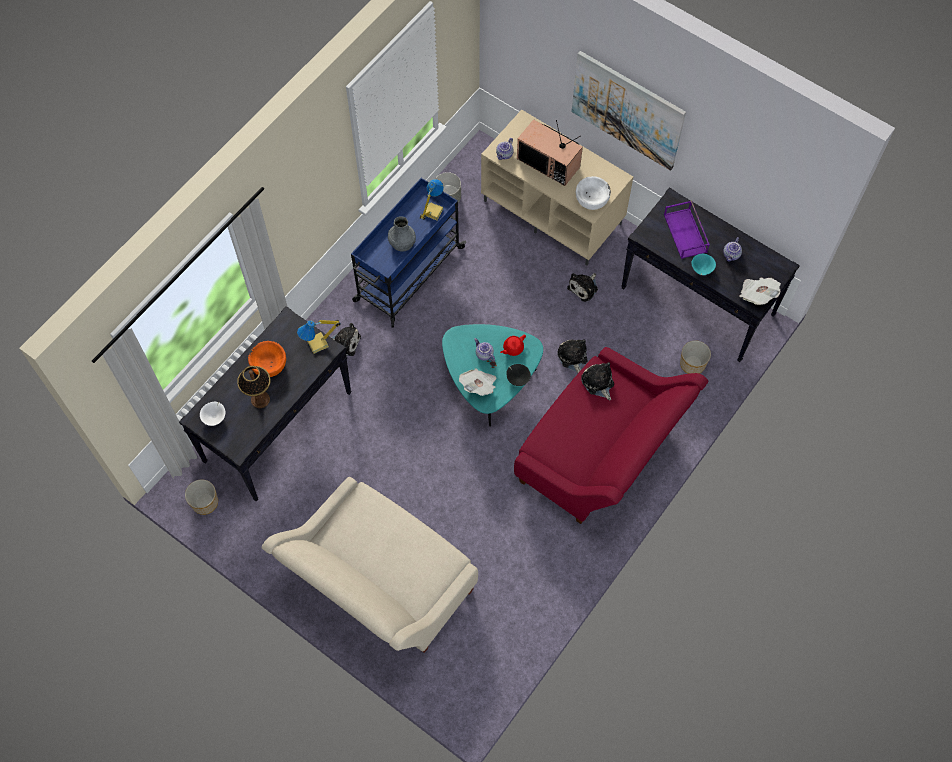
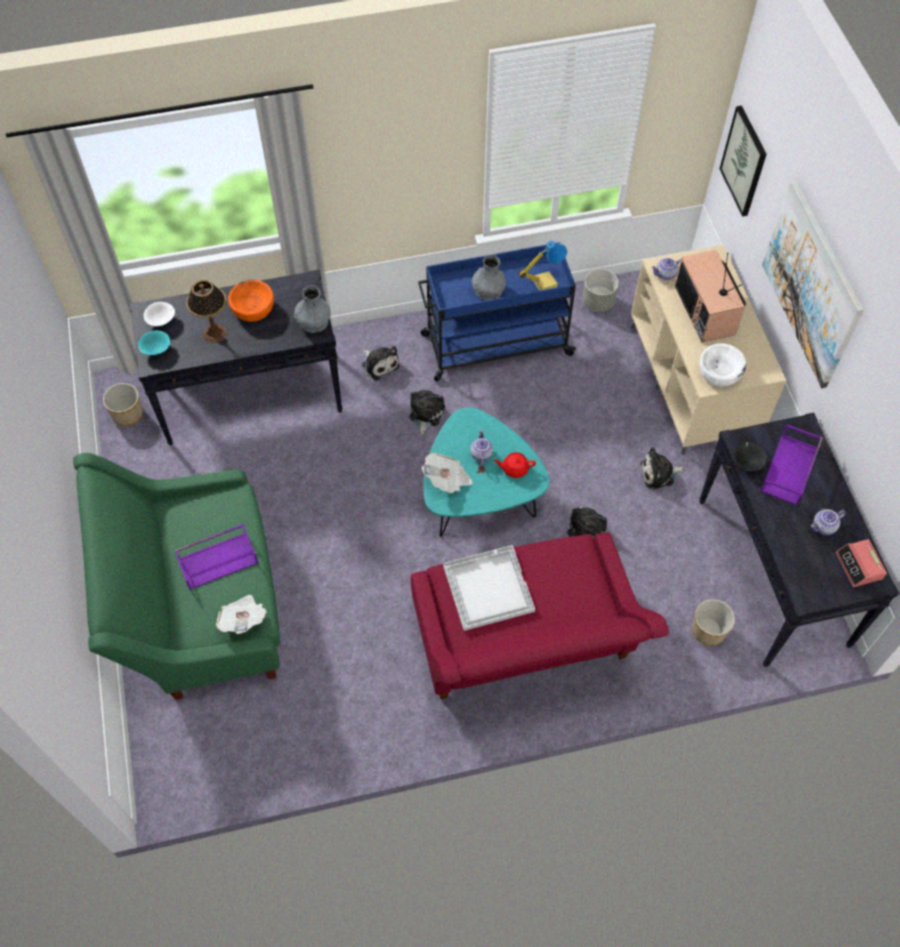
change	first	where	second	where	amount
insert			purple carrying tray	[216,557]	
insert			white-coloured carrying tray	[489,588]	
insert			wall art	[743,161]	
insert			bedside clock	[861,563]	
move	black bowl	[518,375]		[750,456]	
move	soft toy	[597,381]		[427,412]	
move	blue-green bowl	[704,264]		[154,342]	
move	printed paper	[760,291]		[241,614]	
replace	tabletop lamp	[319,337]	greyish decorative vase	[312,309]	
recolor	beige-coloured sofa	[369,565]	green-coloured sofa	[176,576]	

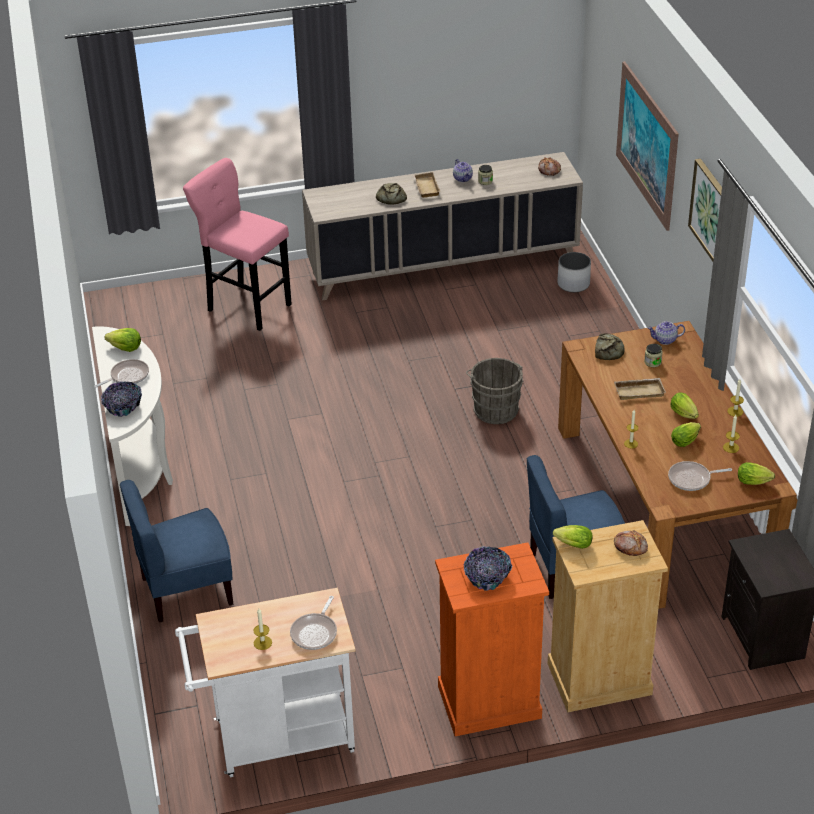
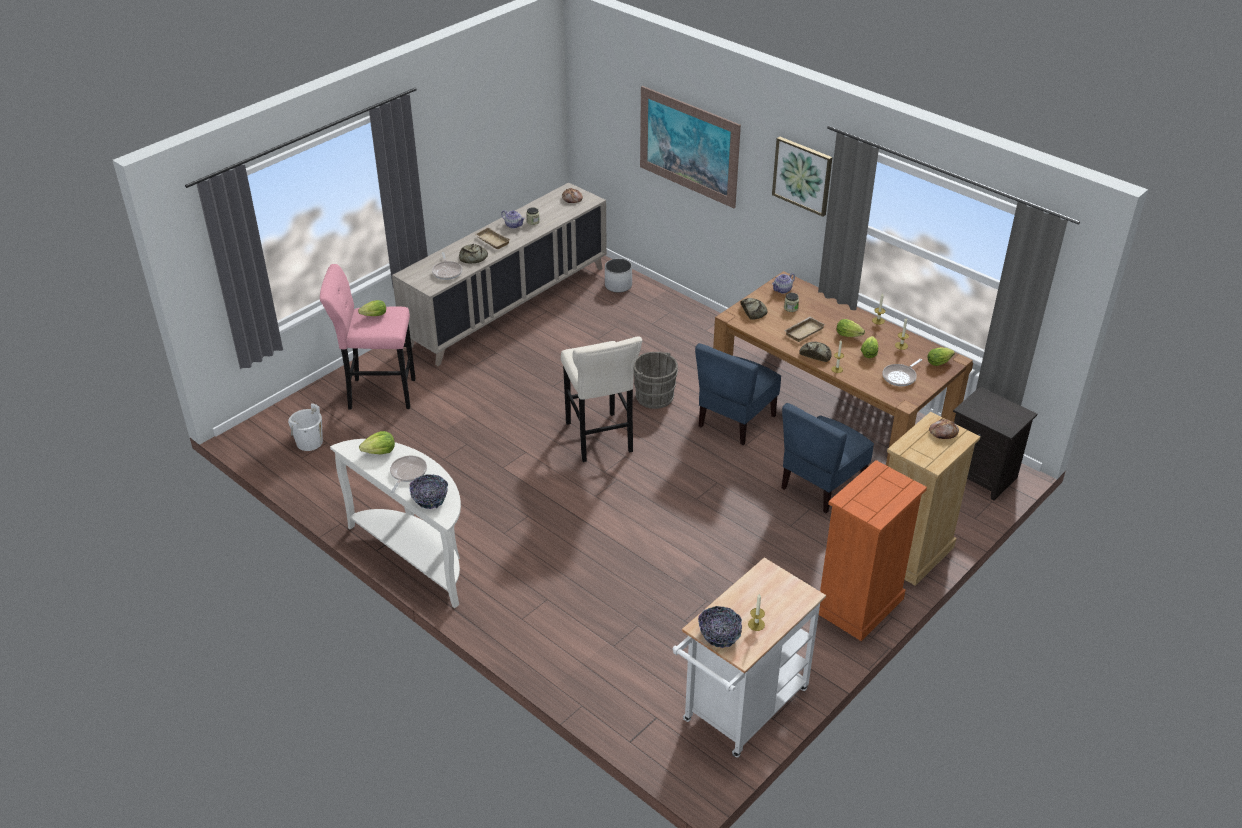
change	first	where	second	where	amount
insert			white-coloured pail	[305,427]	
insert			beige-coloured sitting stool	[601,399]	
insert			bread	[815,352]	
move	bluish chair	[177,551]		[738,394]	
move	skillet	[313,623]		[447,266]	
move	bowl	[488,568]		[720,627]	
move	lettuce head	[573,537]		[372,308]	

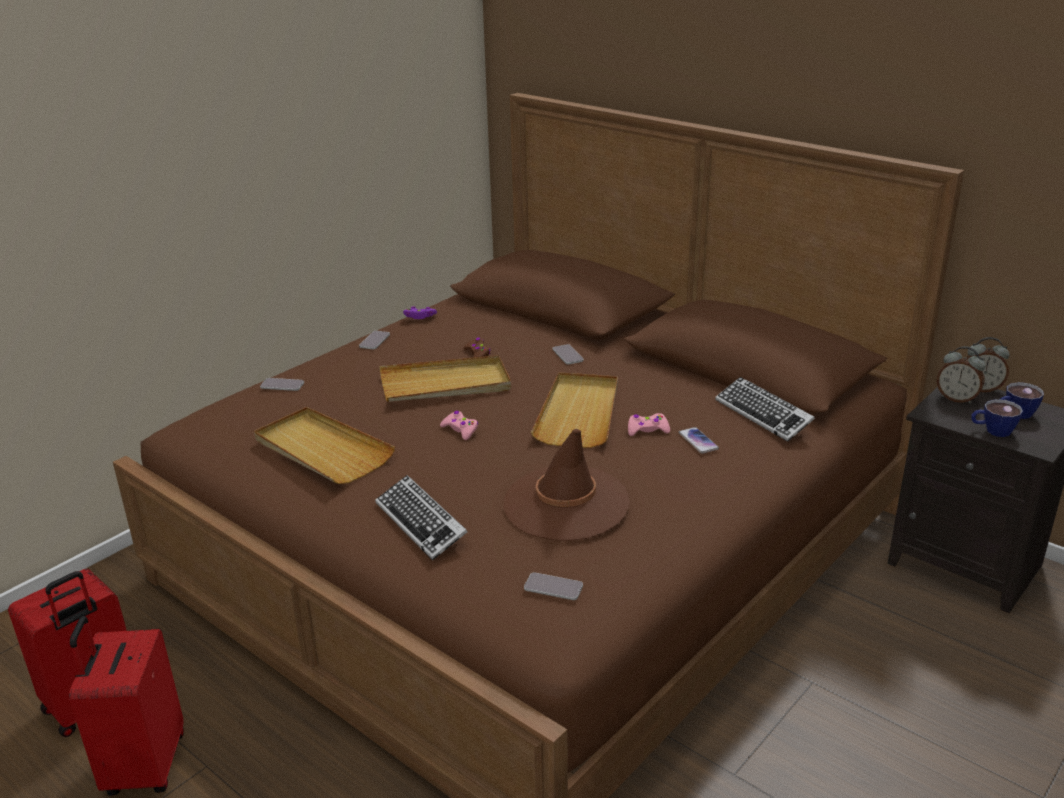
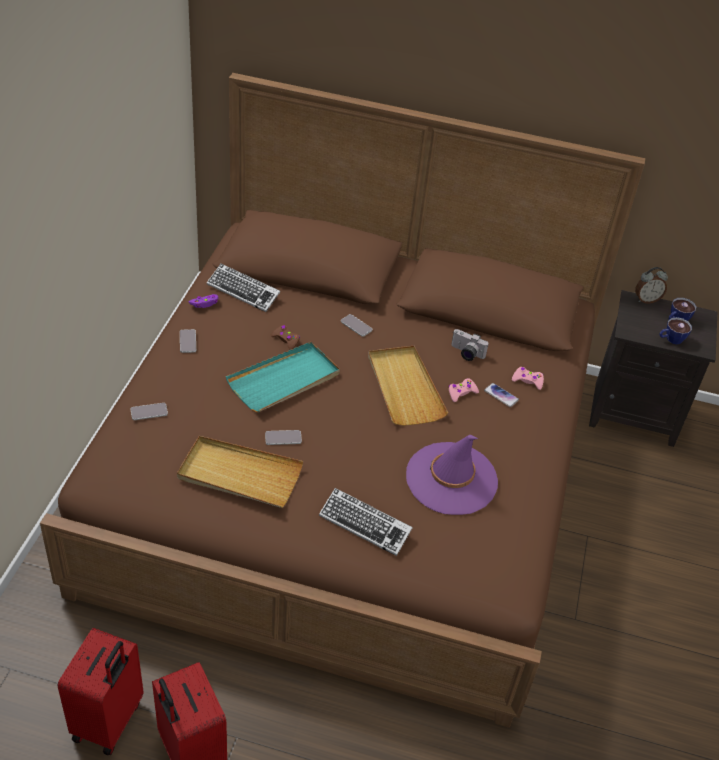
change	first	where	second	where	amount
delete	bedside clock	[961,375]			
insert			photo camera	[470,345]	
move	pink joypad	[459,425]		[528,378]	
move	handset	[553,586]		[283,437]	
move	computer keyboard	[765,409]		[243,288]	
recolor	beige-coloured carrying tray	[445,378]	blue-green carrying tray	[283,377]	
recolor	brown-coloured clothing hat	[566,485]	purple clothing hat	[452,475]	

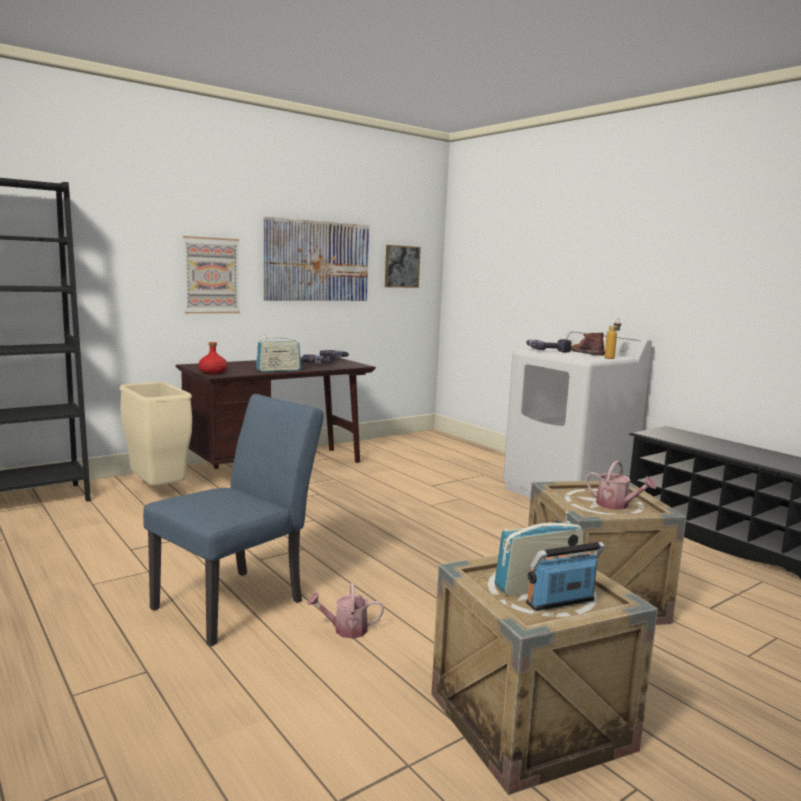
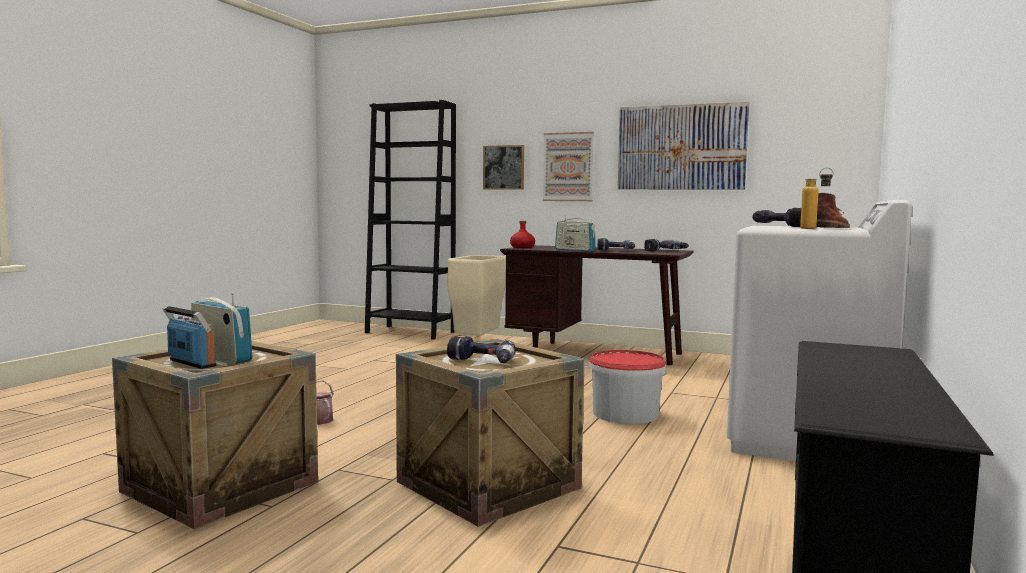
change	first	where	second	where	amount
delete	bluish chair	[233,520]			
insert			pail	[628,387]	
move	wall art	[403,266]		[503,167]	
replace	sprinkling can	[621,485]	power drill	[481,349]	

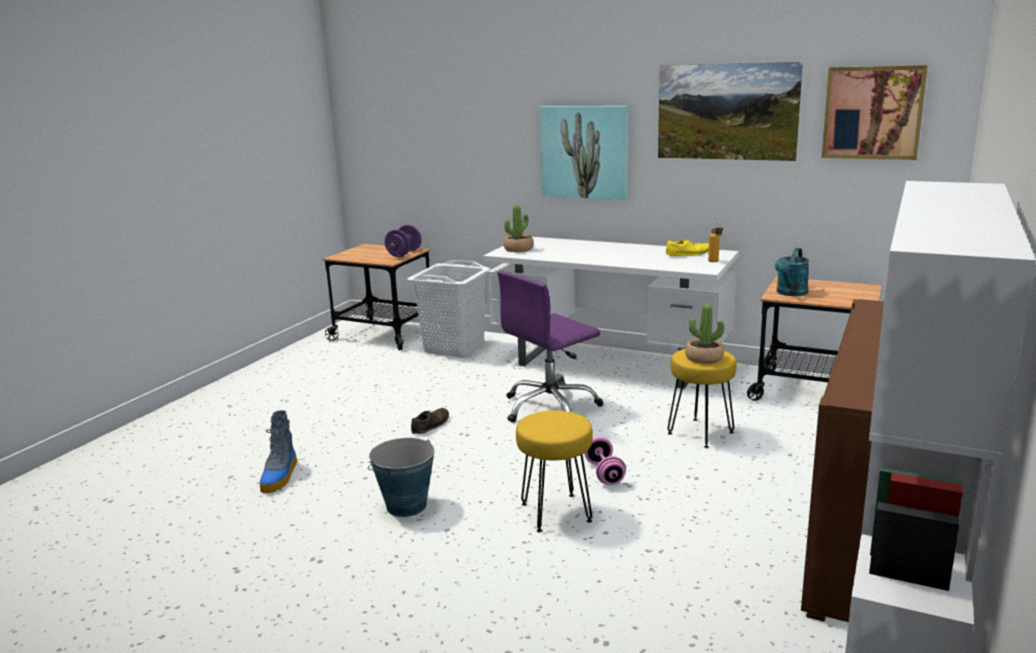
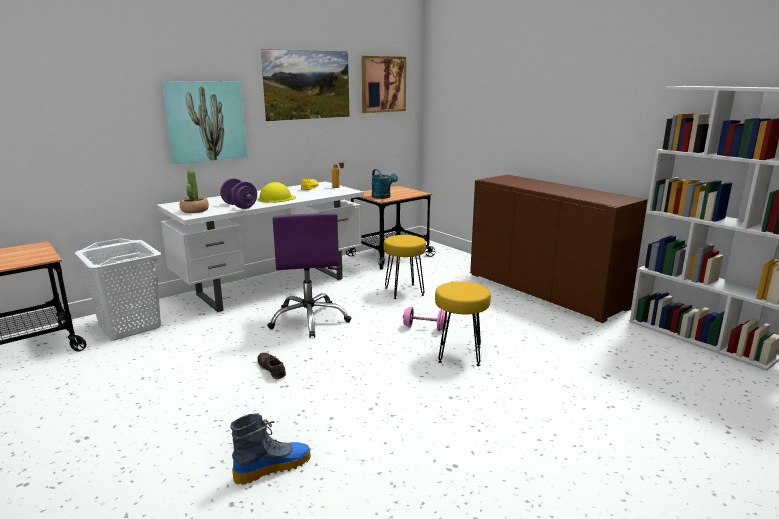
change	first	where	second	where	amount
delete	pail	[401,477]			
delete	houseplant	[704,334]			
insert			yellow safety helmet	[277,192]	
move	purple hand weight	[403,241]		[238,193]	
rotate	high-top boot	[278,451]		[271,449]	60 degrees counterclockwise

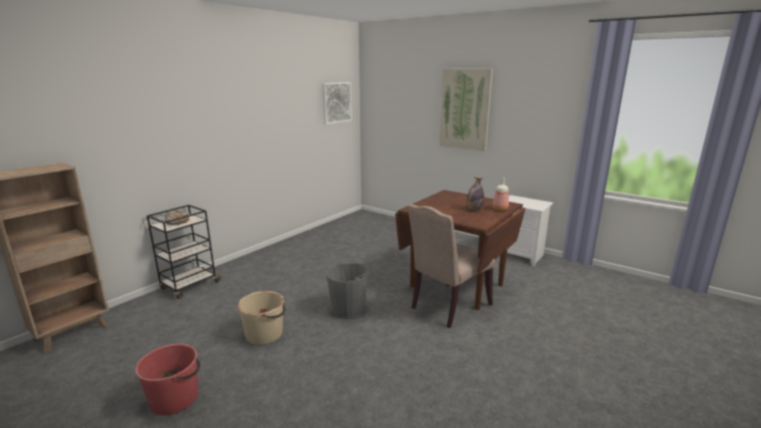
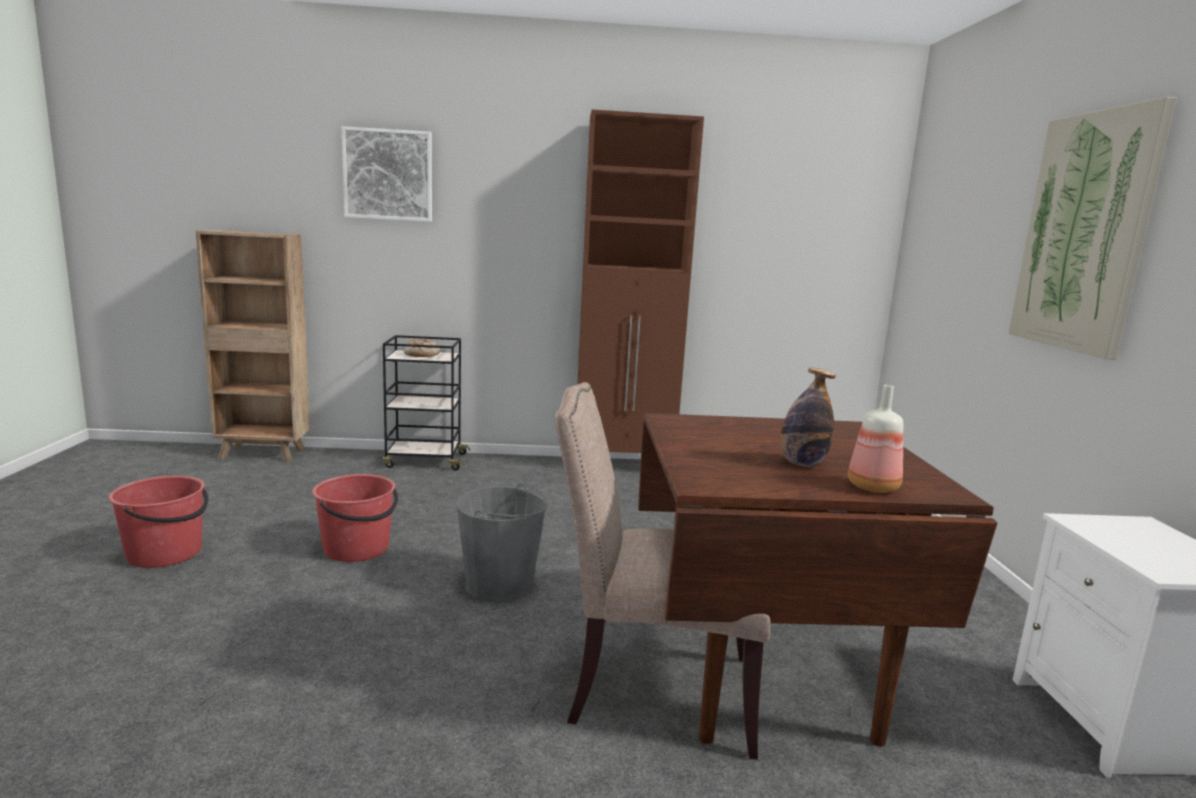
change	first	where	second	where	amount
insert			brown-coloured cupboard	[640,281]	
move	wall art	[337,103]		[387,174]	
recolor	beige-coloured pail	[262,318]	reddish pail	[355,518]	

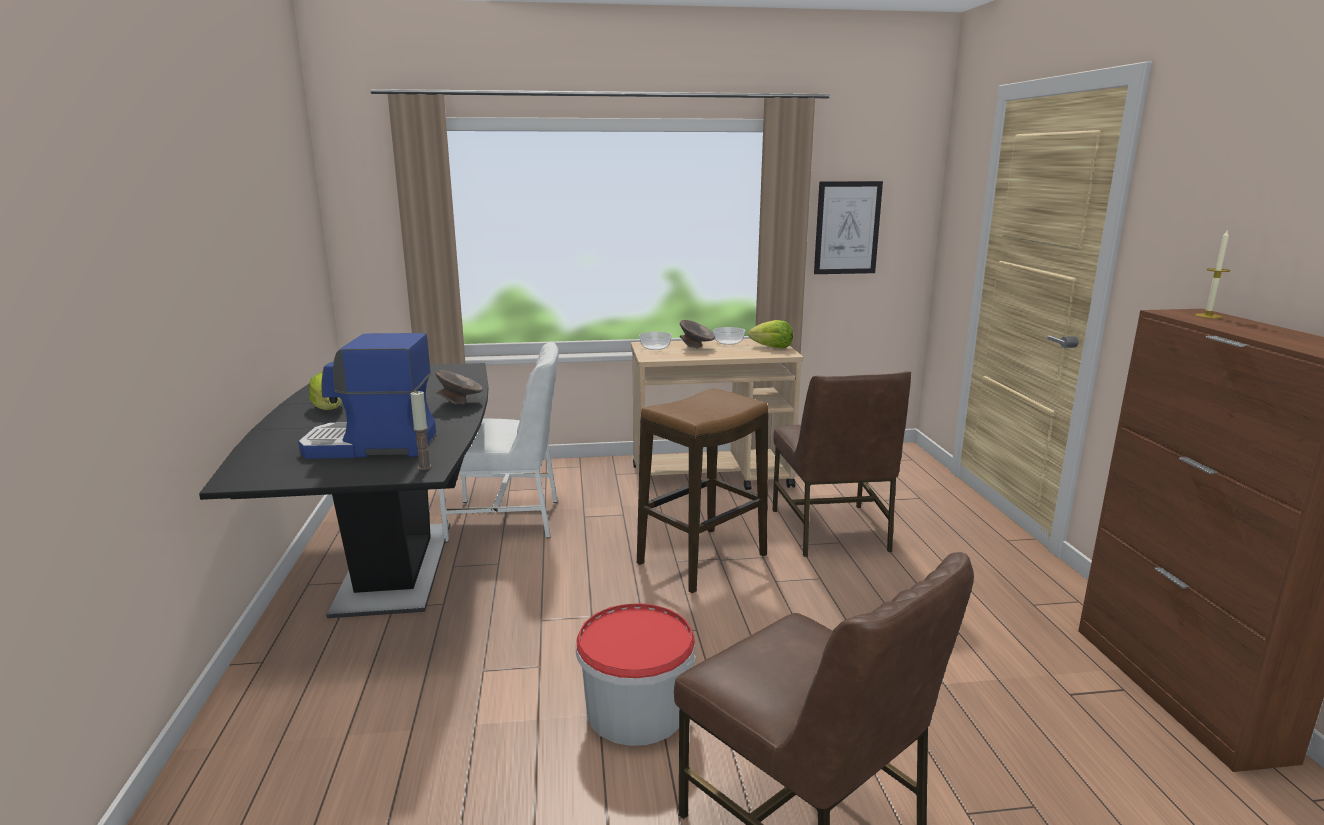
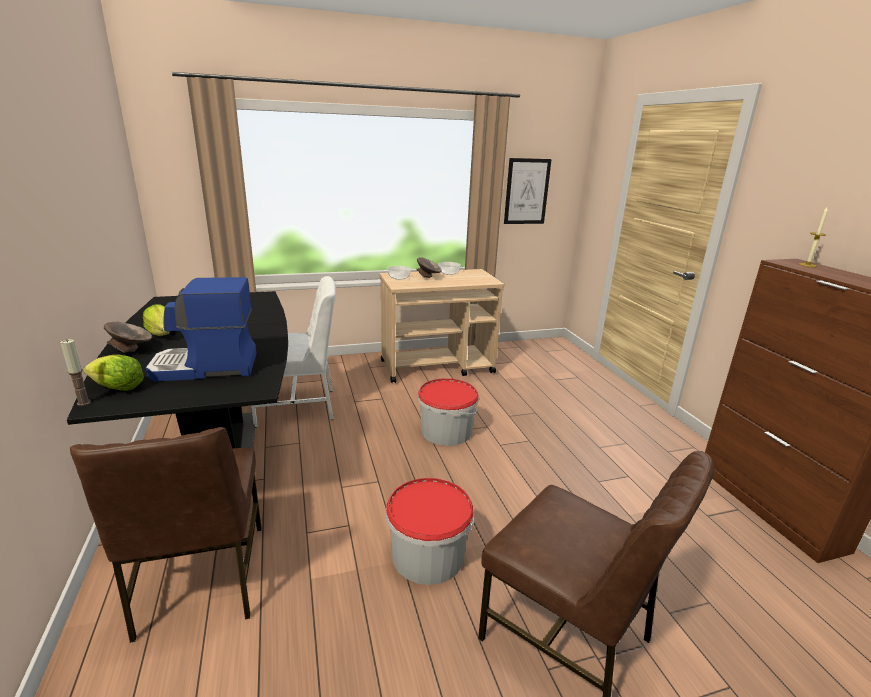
change	first	where	second	where	amount
move	wax candle	[421,430]		[75,372]	
move	greyish bowl	[459,387]		[128,337]	
move	lettuce head	[770,334]		[113,373]	
move	brown-coloured chair	[841,464]		[166,535]	
replace	sitting stool	[702,490]	pail	[448,412]	

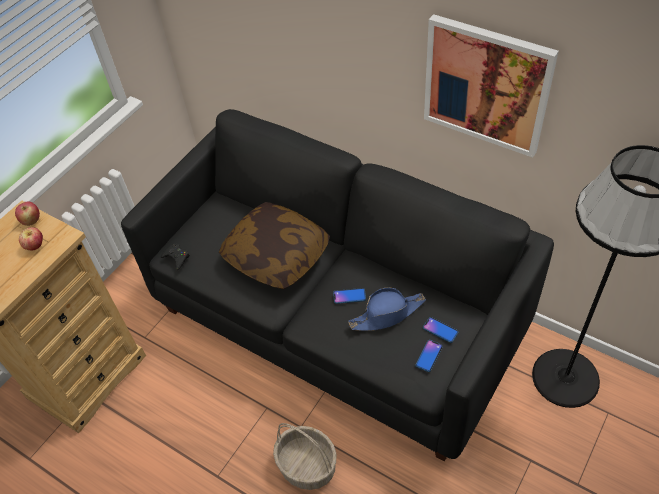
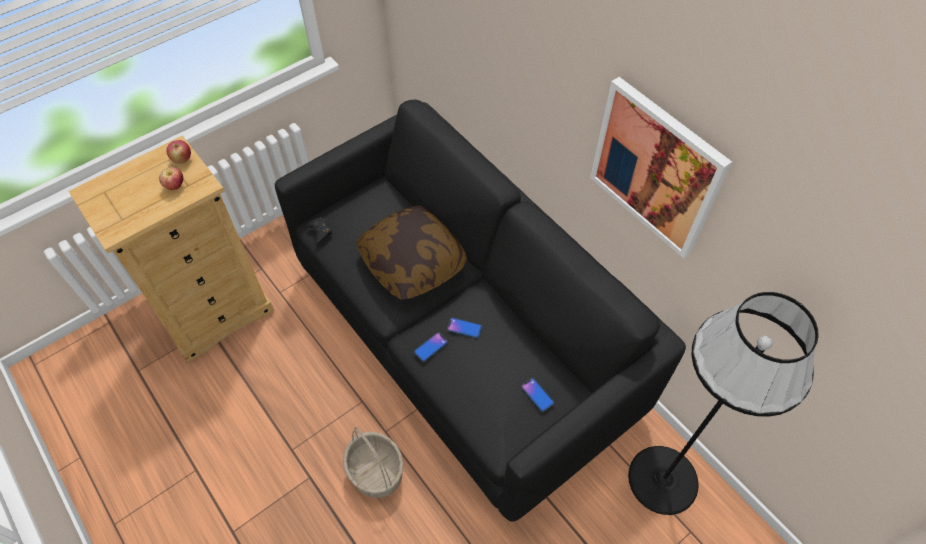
change	first	where	second	where	amount
delete	bluish clothing hat	[387,309]			
move	handset	[429,356]		[431,347]	

